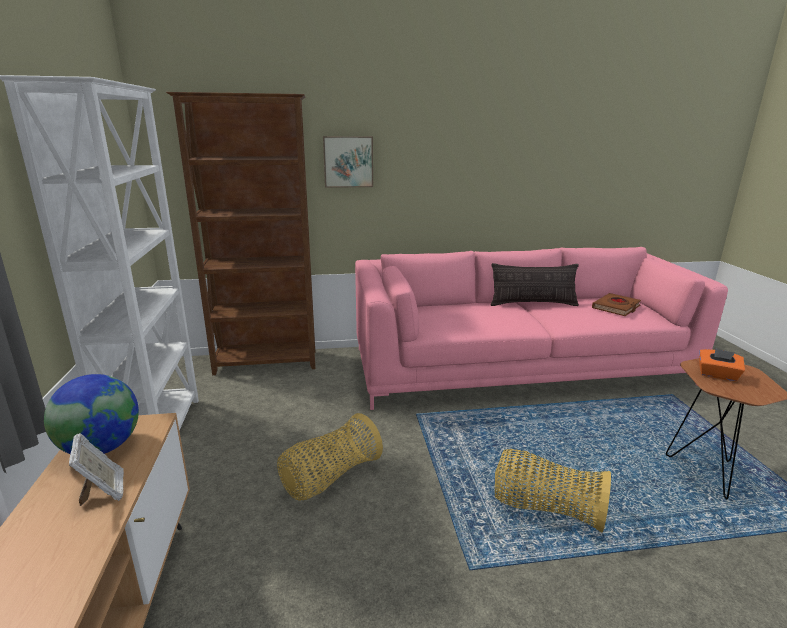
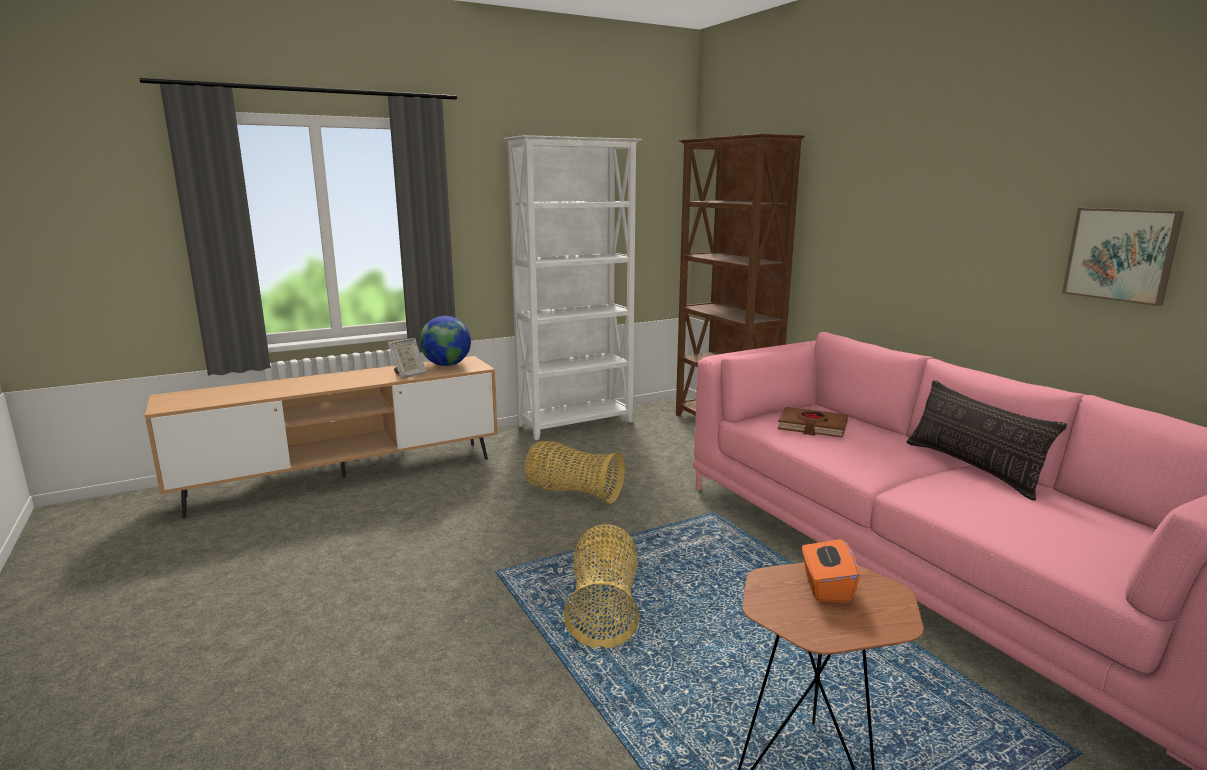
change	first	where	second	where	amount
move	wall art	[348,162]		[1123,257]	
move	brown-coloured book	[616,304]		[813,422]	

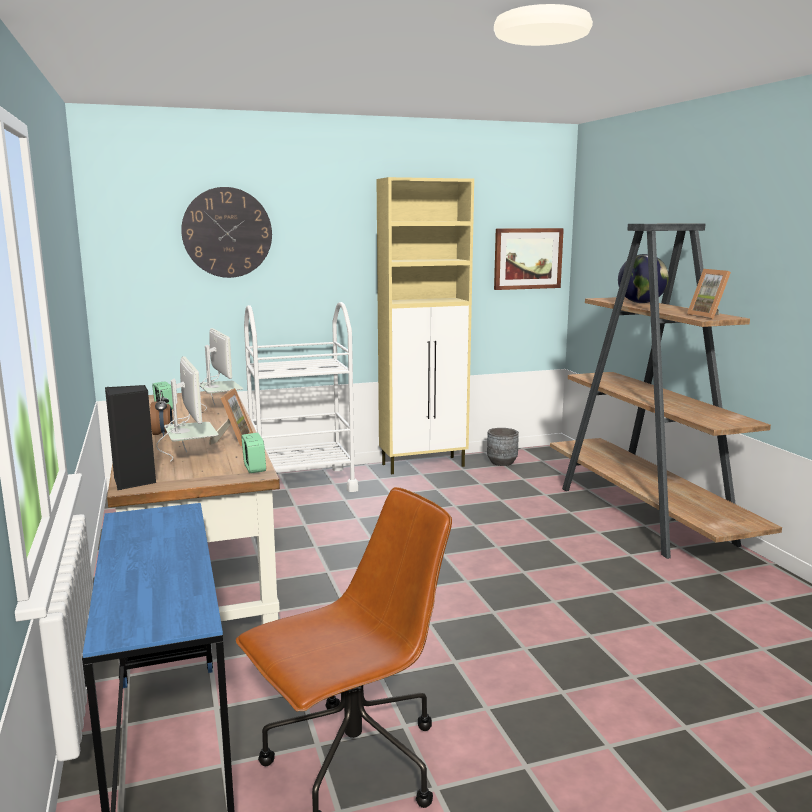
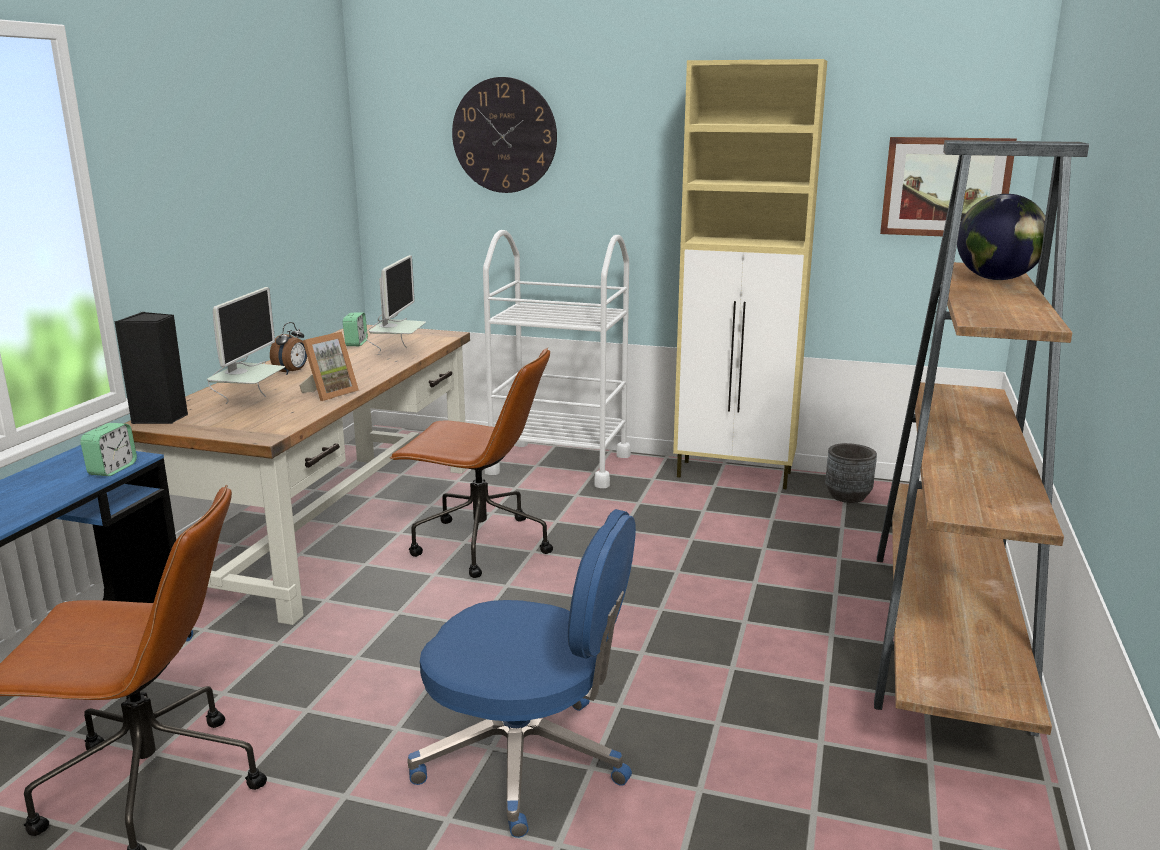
change	first	where	second	where	amount
delete	photo frame	[709,294]			
insert			brown-coloured computer chair	[471,462]	
insert			bluish computer chair	[521,673]	
move	bedside clock	[253,453]		[108,449]	

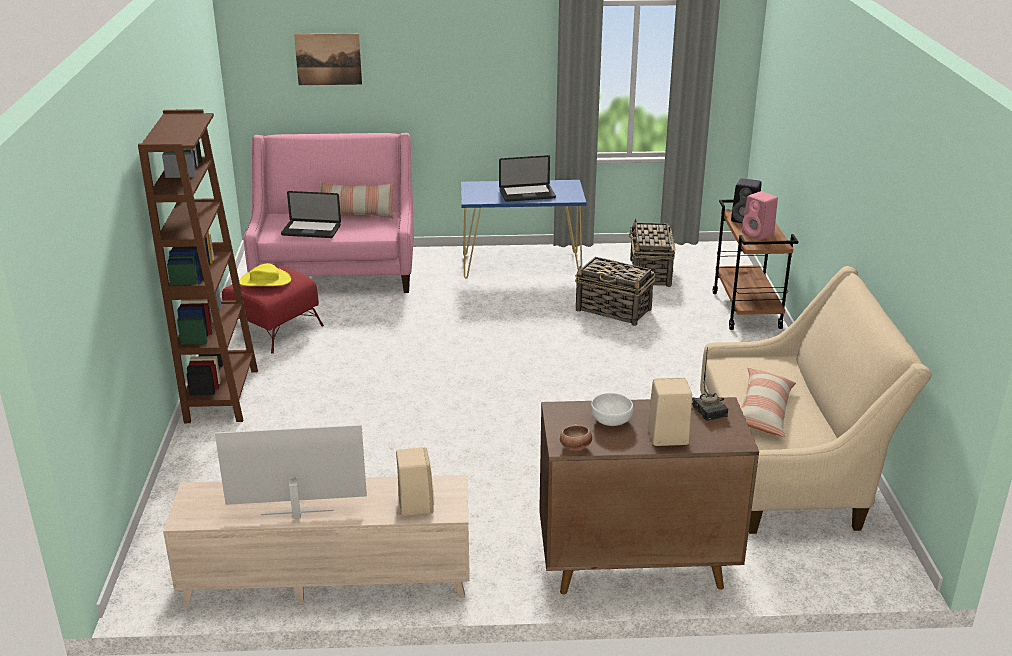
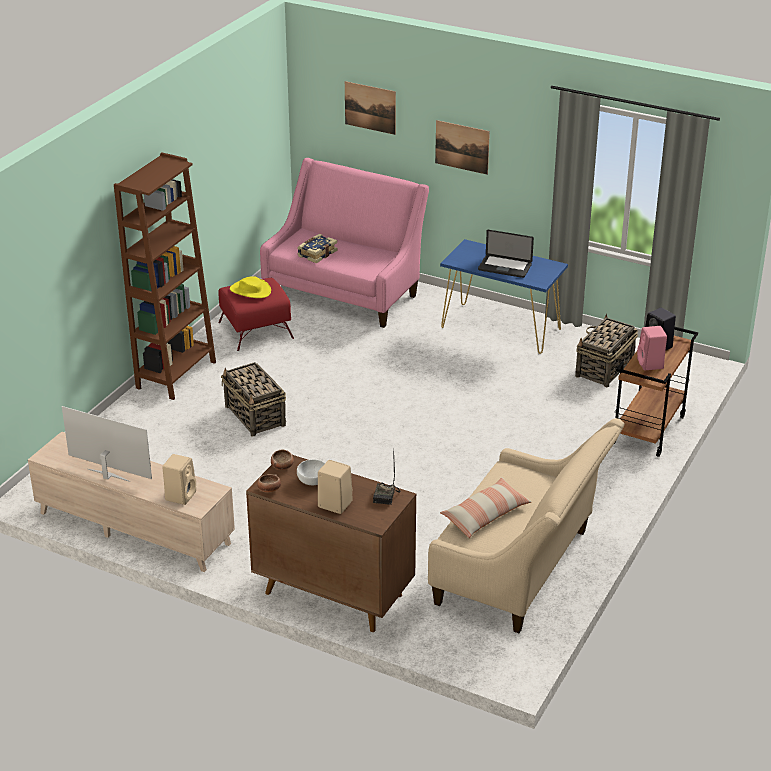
change	first	where	second	where	amount
delete	cushion	[356,199]			
insert			bowl	[282,460]	
insert			wall art	[462,147]	
move	storage basket	[615,291]		[253,399]	
replace	laptop	[311,214]	book	[317,248]	

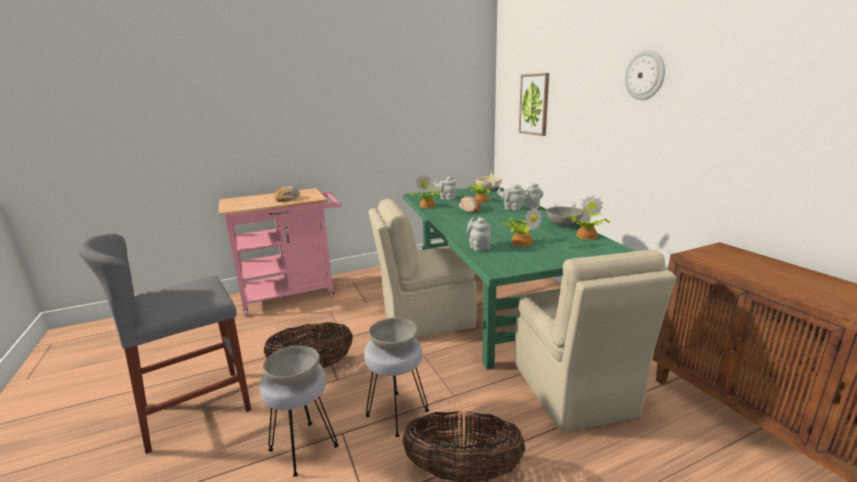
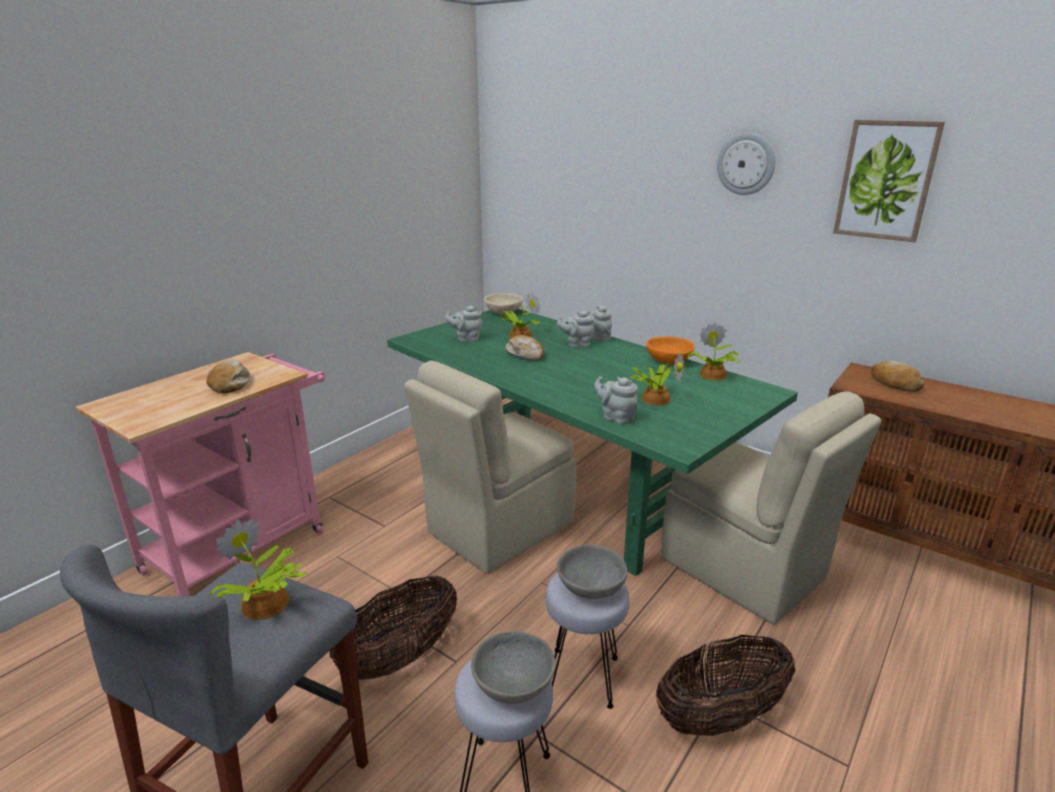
change	first	where	second	where	amount
insert			bread	[897,376]	
move	houseplant	[426,191]		[257,569]	
move	wall art	[534,104]		[889,181]	
recolor	greyish bowl	[565,216]	orange bowl	[670,351]	

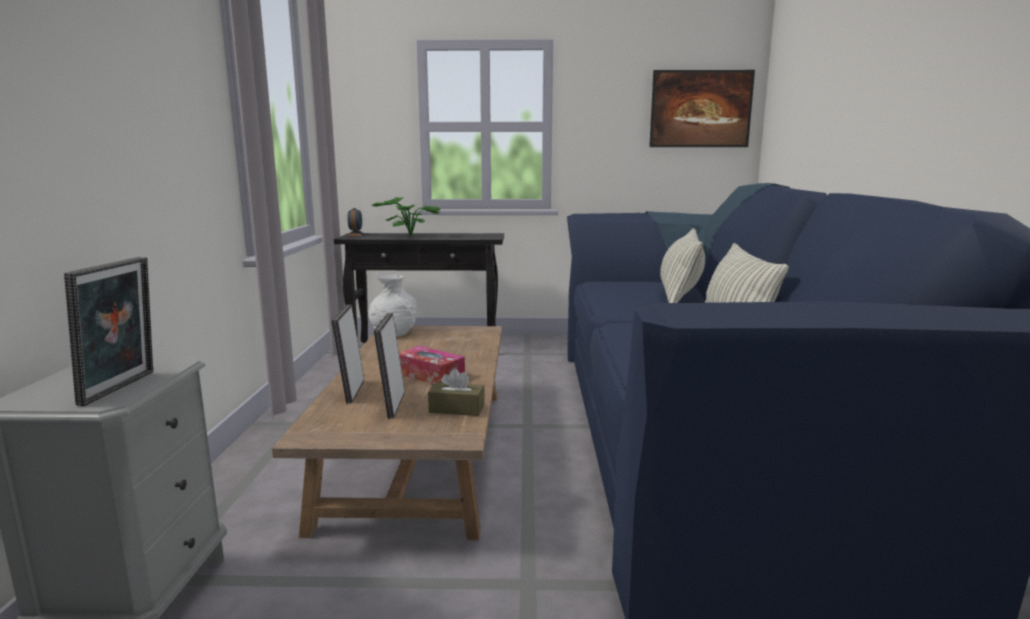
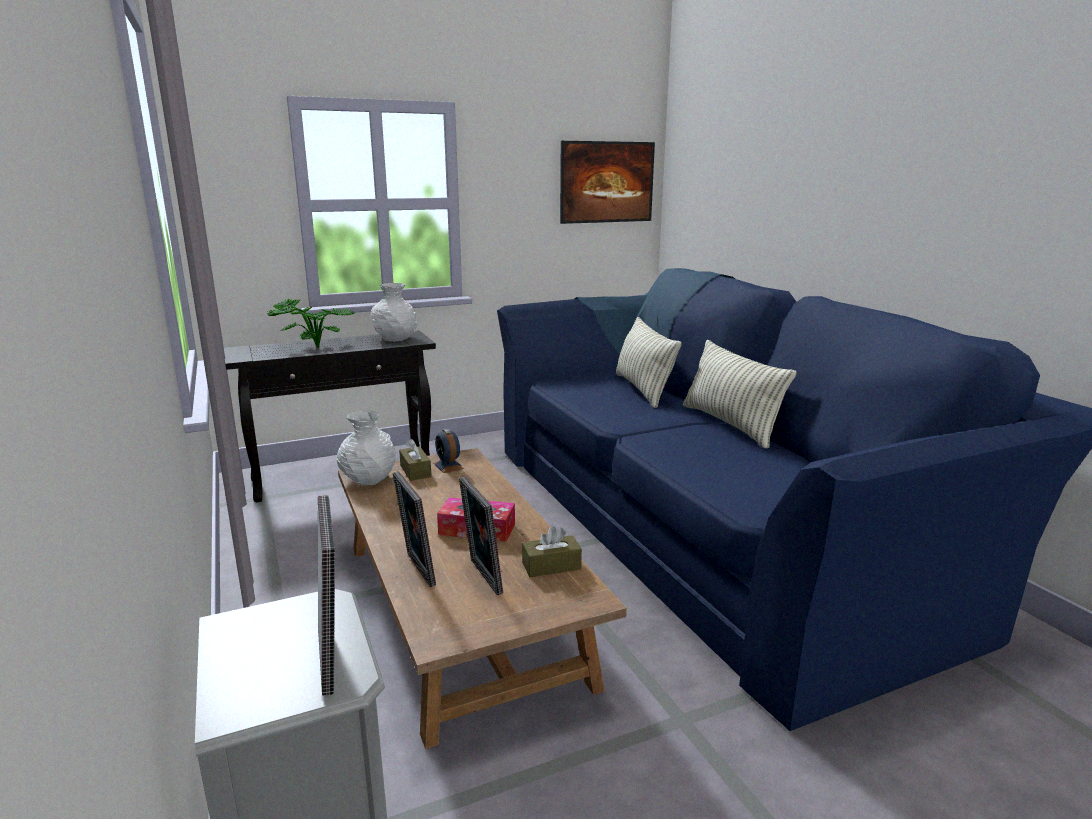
change	first	where	second	where	amount
insert			white-coloured decorative vase	[394,312]	
insert			brown-coloured tissue holder	[415,460]	
move	bedside clock	[356,222]		[449,451]	

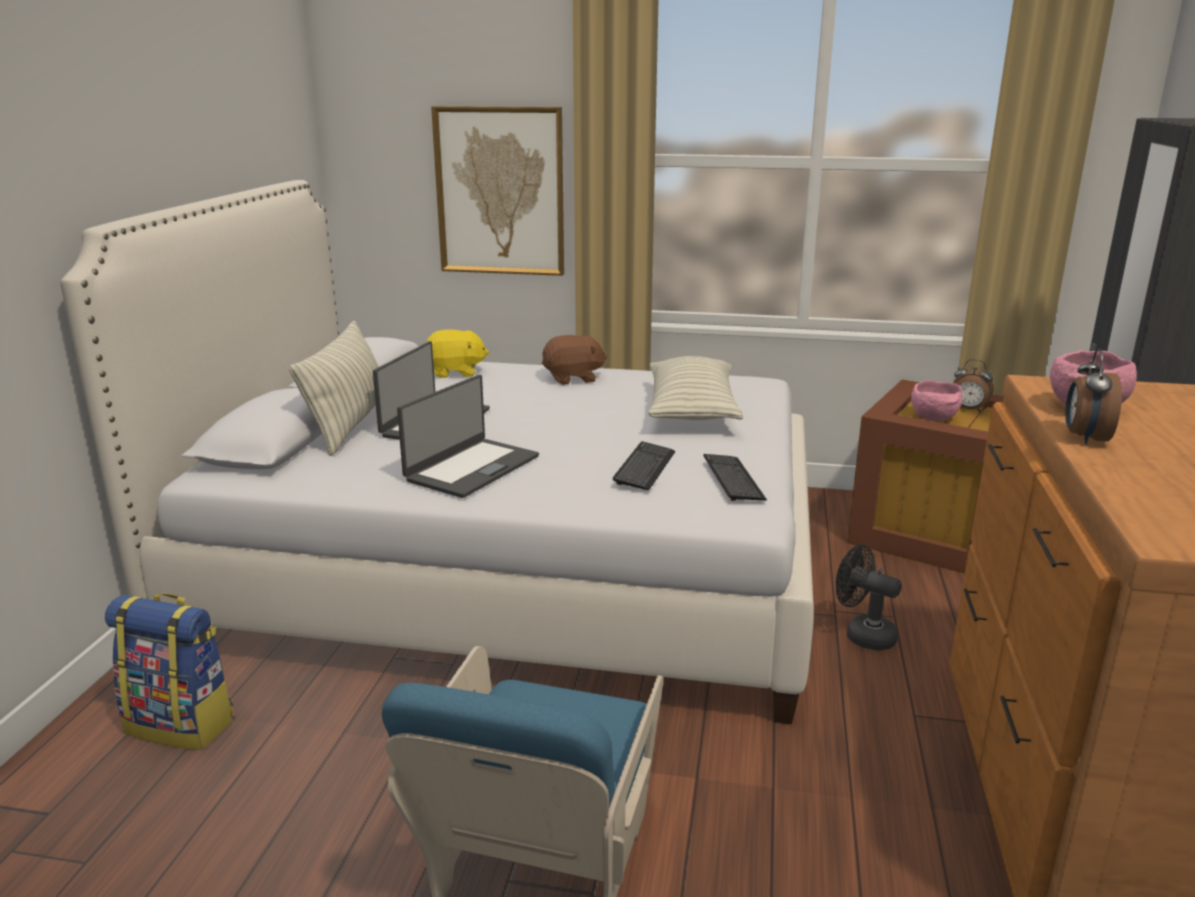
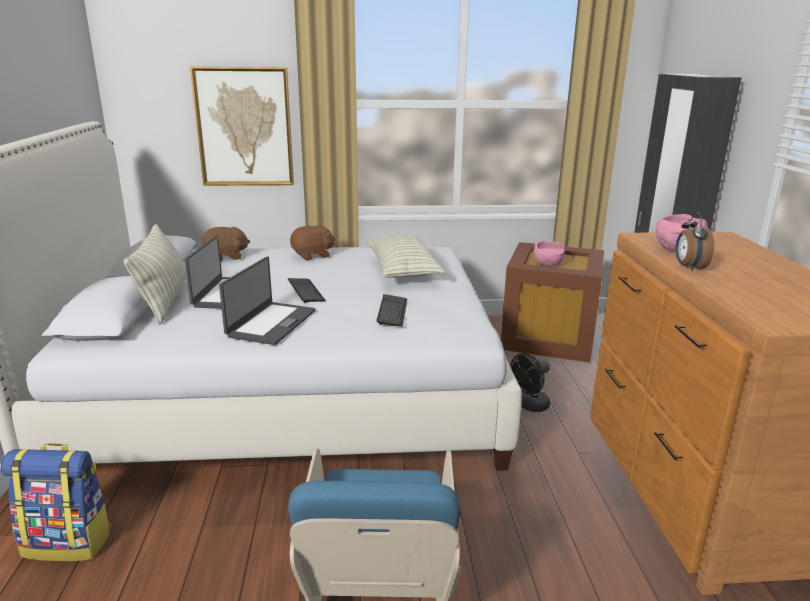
change	first	where	second	where	amount
delete	bedside clock	[973,385]			
move	computer keyboard	[735,477]		[307,290]	
recolor	yellow soft toy	[457,353]	brown-coloured soft toy	[226,243]	
rotate	black cooling fan	[869,597]		[530,382]	60 degrees counterclockwise

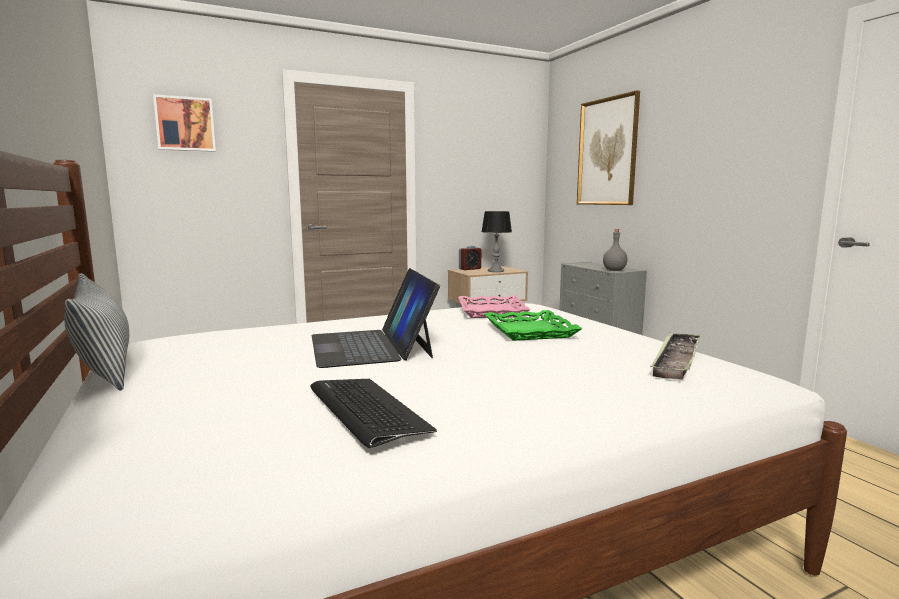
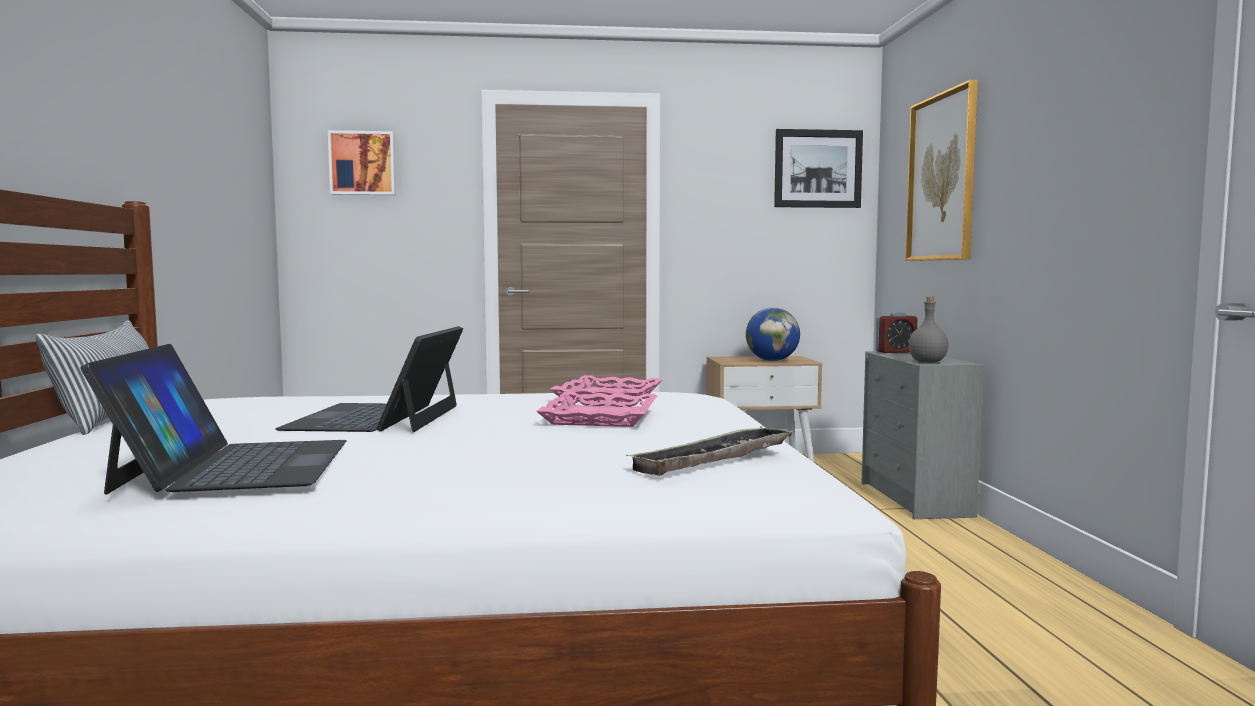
change	first	where	second	where	amount
insert			wall art	[818,168]	
move	bedside clock	[470,258]		[896,332]	
replace	computer keyboard	[373,413]	laptop	[213,419]	
replace	tabletop lamp	[496,241]	globe	[773,334]	
recolor	green-coloured carrying tray	[533,325]	pink carrying tray	[596,409]	

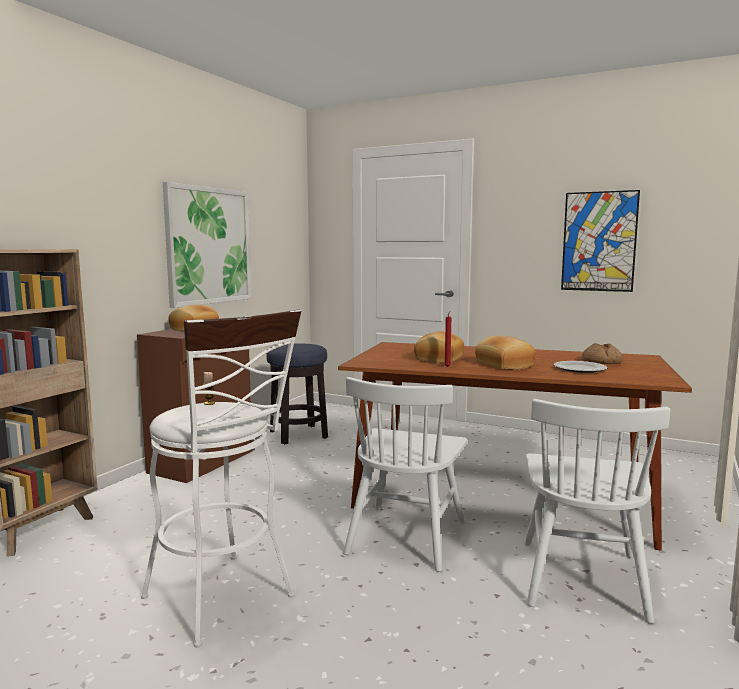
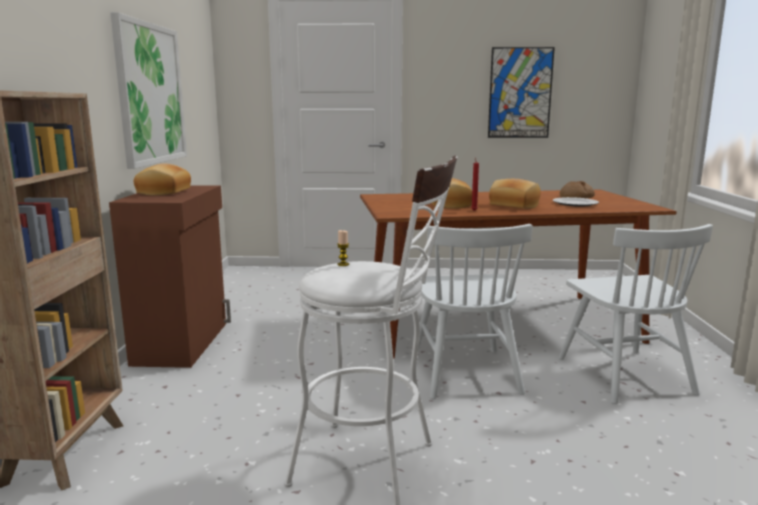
change	first	where	second	where	amount
delete	sitting stool	[297,394]			

